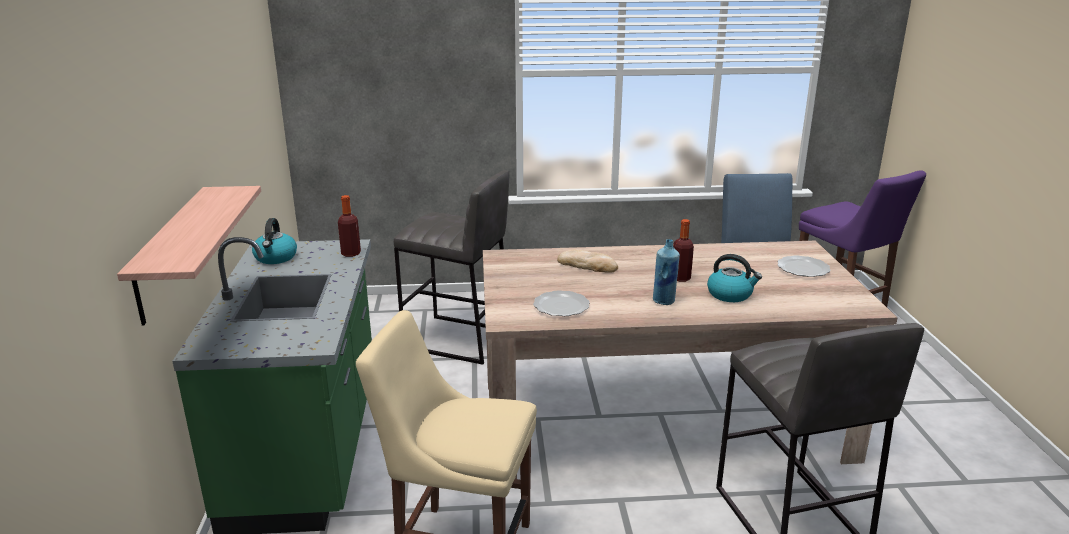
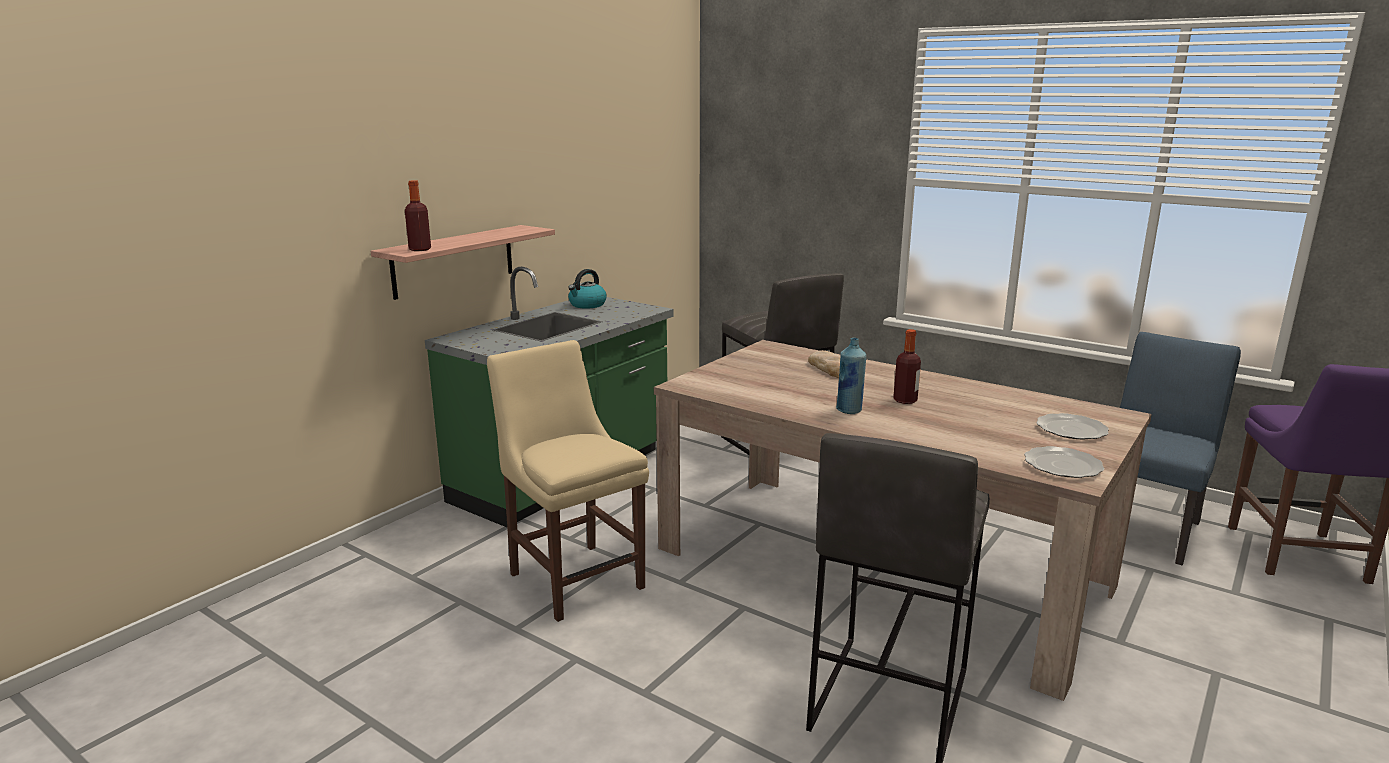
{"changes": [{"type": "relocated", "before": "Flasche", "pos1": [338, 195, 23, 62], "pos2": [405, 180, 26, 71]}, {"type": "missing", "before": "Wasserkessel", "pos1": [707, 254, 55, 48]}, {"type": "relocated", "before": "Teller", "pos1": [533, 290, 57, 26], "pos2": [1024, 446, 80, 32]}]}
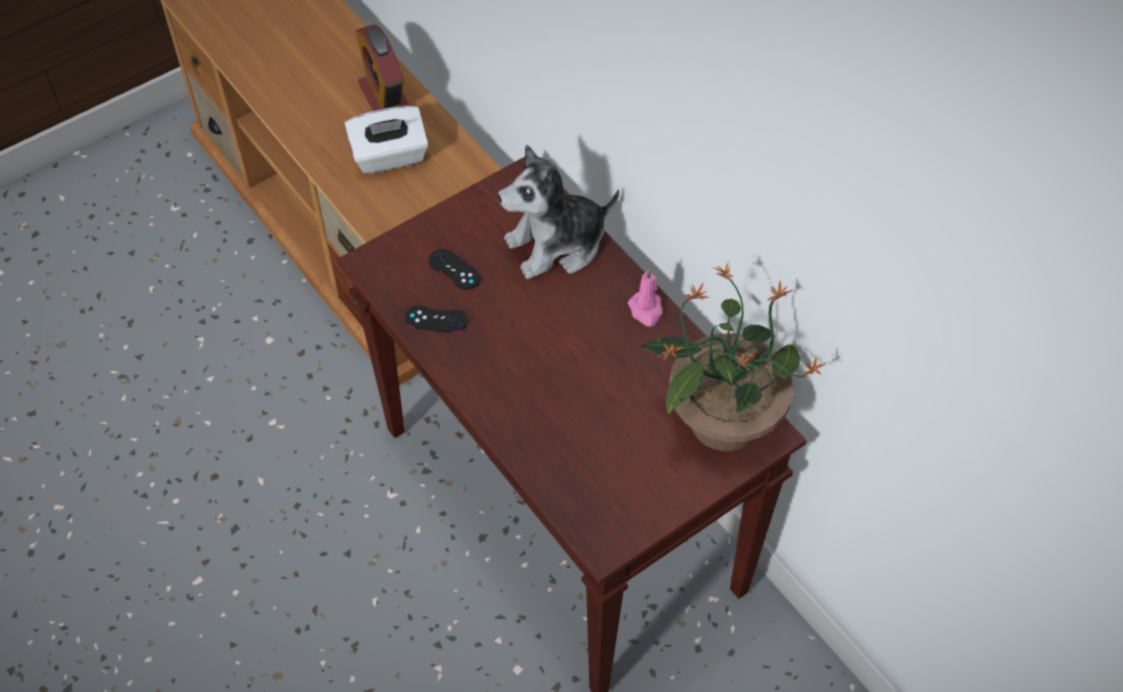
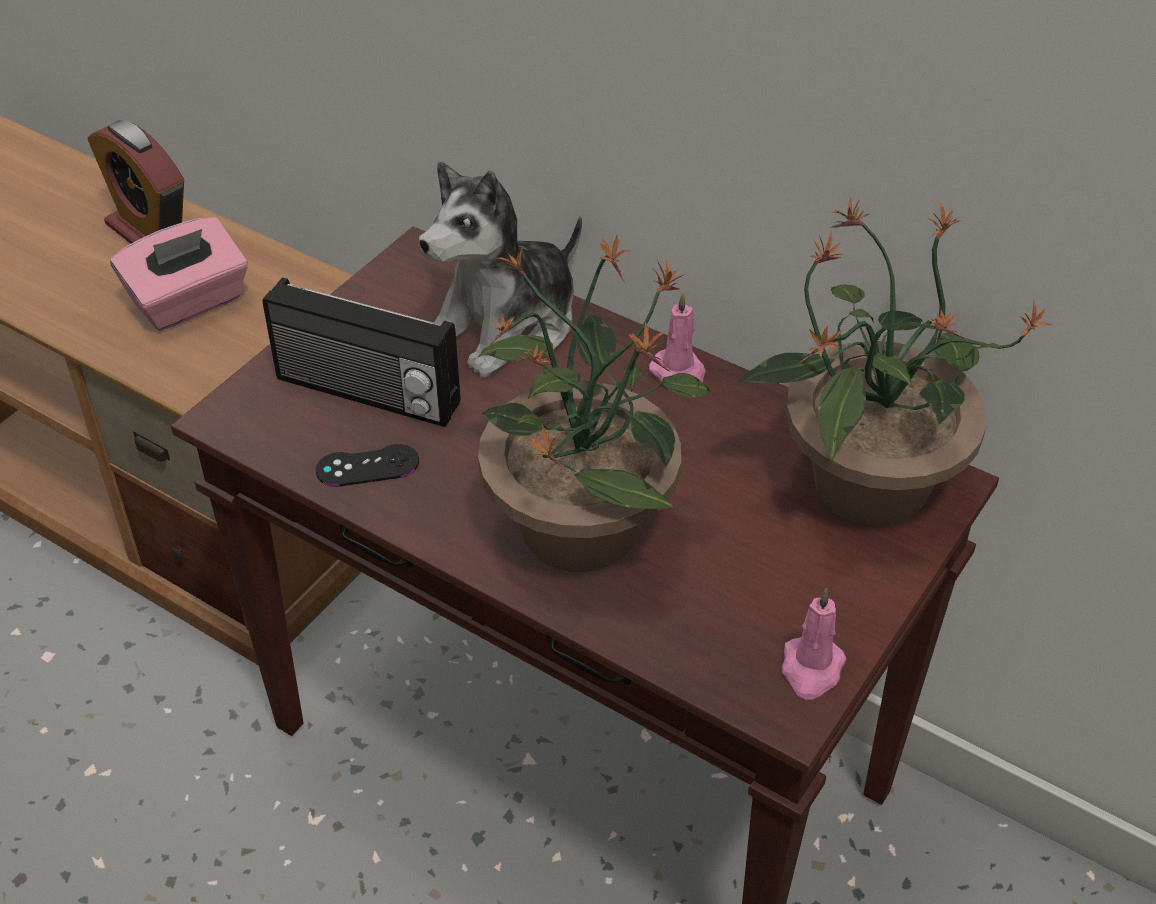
{"changes": [{"type": "colour", "before": "Taschentuchbox (weiß)", "after": "Taschentuchbox (rosa)", "pos1": [345, 106, 83, 68], "pos2": [110, 217, 138, 114]}, {"type": "exchanged", "before": "Gamepad (schwarz)", "after": "Radio", "pos1": [429, 249, 51, 41], "pos2": [263, 277, 198, 150]}, {"type": "appeared", "after": "Topfpflanze", "pos2": [477, 234, 234, 338]}, {"type": "appeared", "after": "Kerze (rosa)", "pos2": [782, 588, 64, 111]}]}
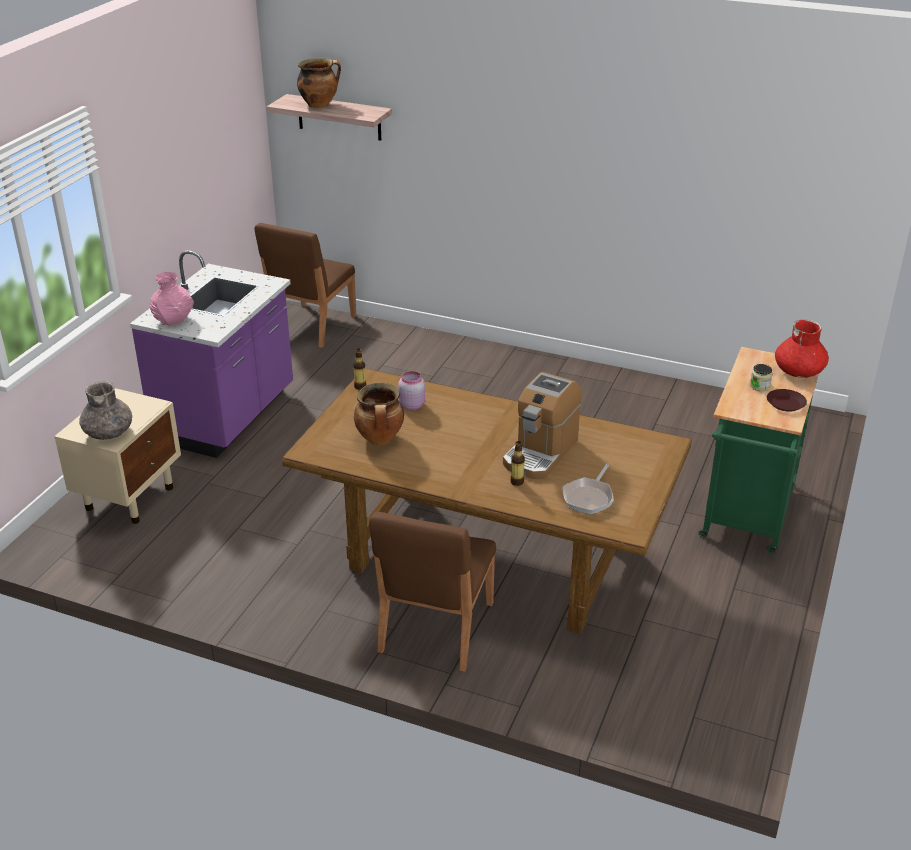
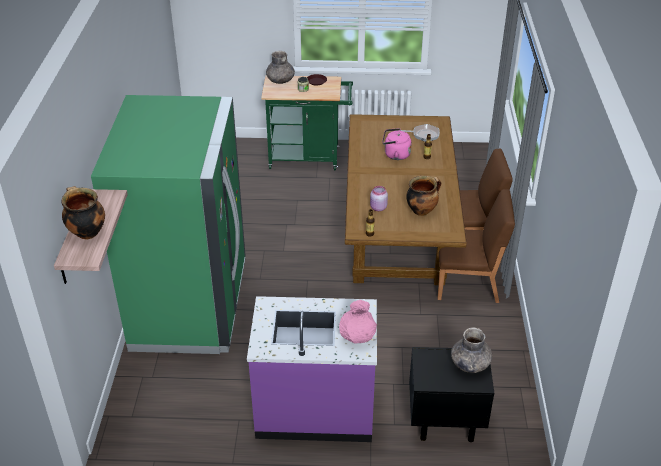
{"changes": [{"type": "relocated", "before": "Stuhl (braun)", "pos1": [255, 223, 101, 125], "pos2": [438, 189, 77, 114]}, {"type": "colour", "before": "Vase (rot)", "after": "Vase (grau)", "pos1": [775, 319, 54, 59], "pos2": [266, 51, 29, 33]}, {"type": "exchanged", "before": "Kaffeemaschine", "after": "Wasserkessel (rosa)", "pos1": [503, 372, 79, 107], "pos2": [382, 128, 30, 32]}, {"type": "colour", "before": "Nachttisch (beige)", "after": "Nachttisch (schwarz)", "pos1": [54, 388, 127, 136], "pos2": [409, 347, 85, 95]}, {"type": "appeared", "after": "Kühlschrank (grün)", "pos2": [91, 95, 155, 259]}]}
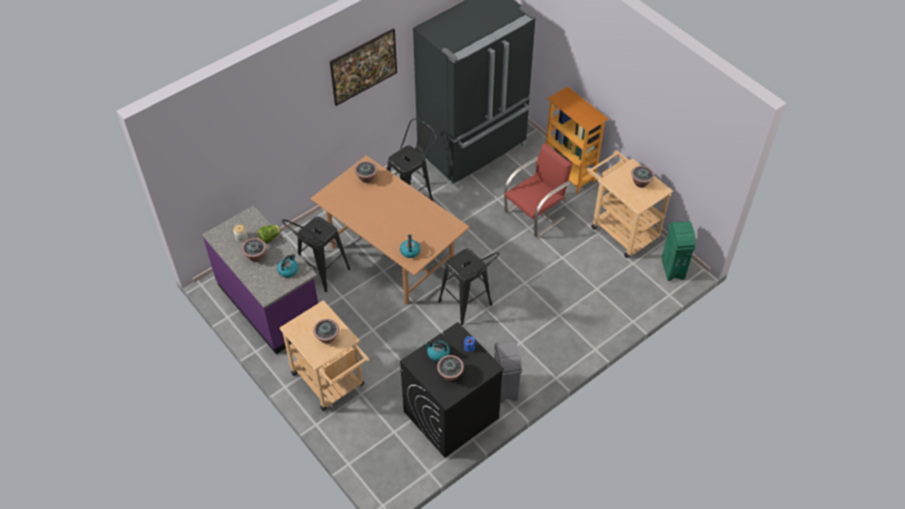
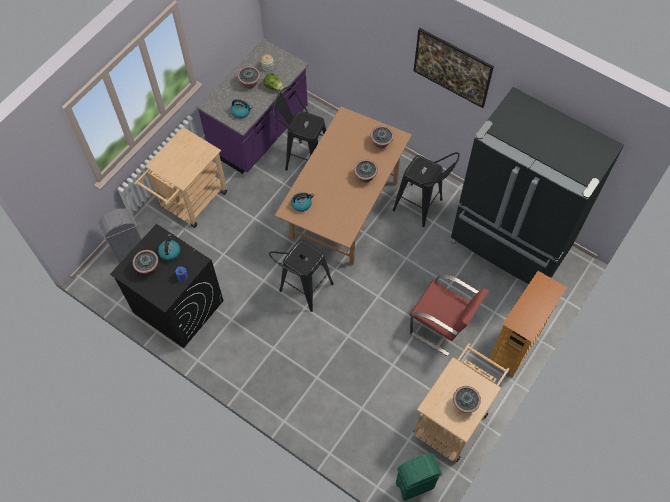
{"changes": [{"type": "relocated", "before": "Topfpflanze", "pos1": [313, 319, 26, 24], "pos2": [354, 160, 24, 22]}, {"type": "relocated", "before": "Mülleimer (grau)", "pos1": [494, 340, 28, 63], "pos2": [98, 208, 44, 55]}]}
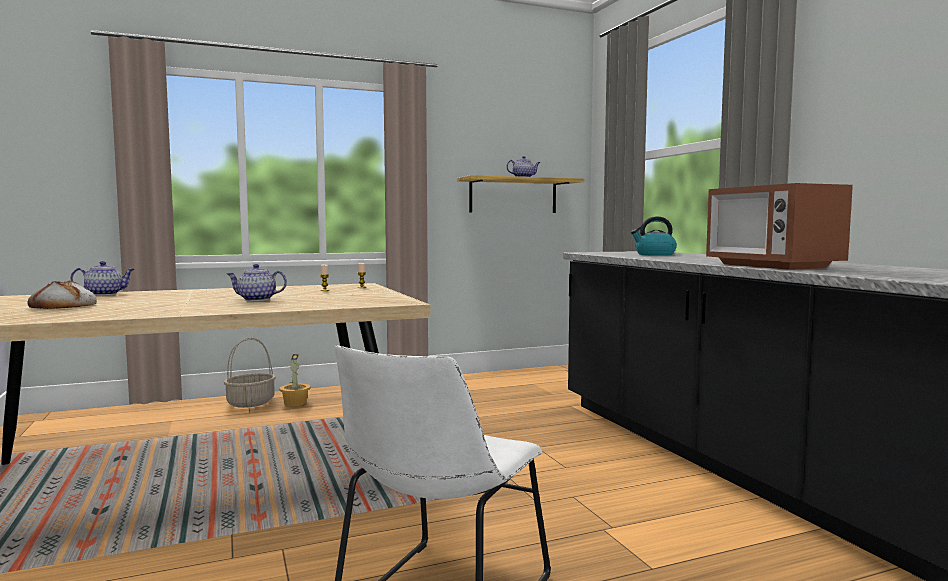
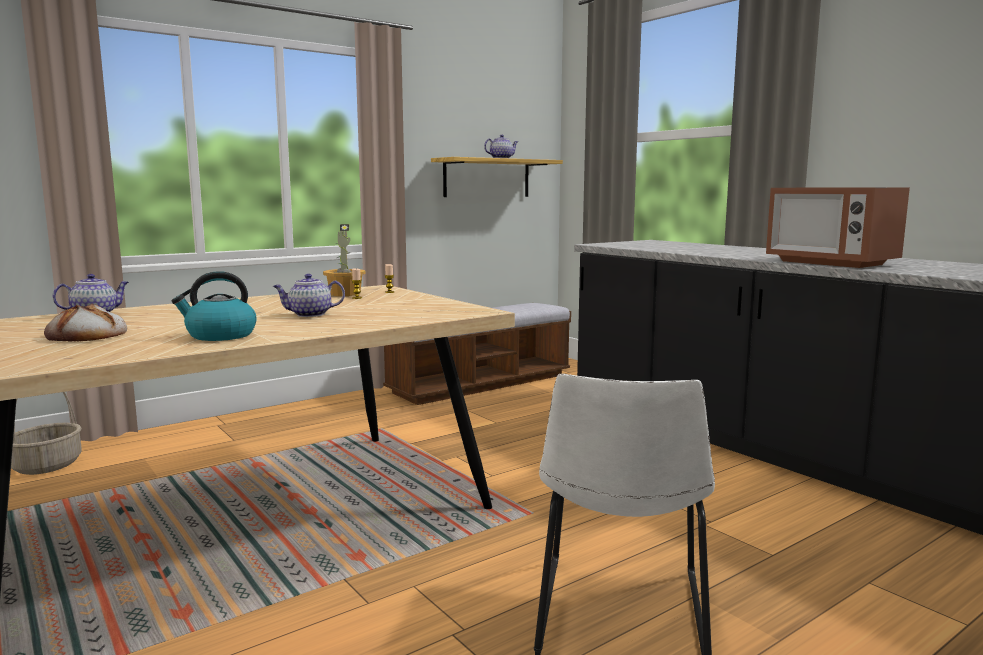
{"changes": [{"type": "relocated", "before": "Wasserkessel", "pos1": [631, 217, 46, 39], "pos2": [171, 271, 86, 70]}, {"type": "relocated", "before": "Korb", "pos1": [224, 338, 52, 70], "pos2": [11, 392, 71, 83]}, {"type": "relocated", "before": "Topfpflanze", "pos1": [279, 354, 31, 52], "pos2": [323, 224, 43, 72]}, {"type": "appeared", "after": "Bank", "pos2": [383, 303, 188, 102]}]}
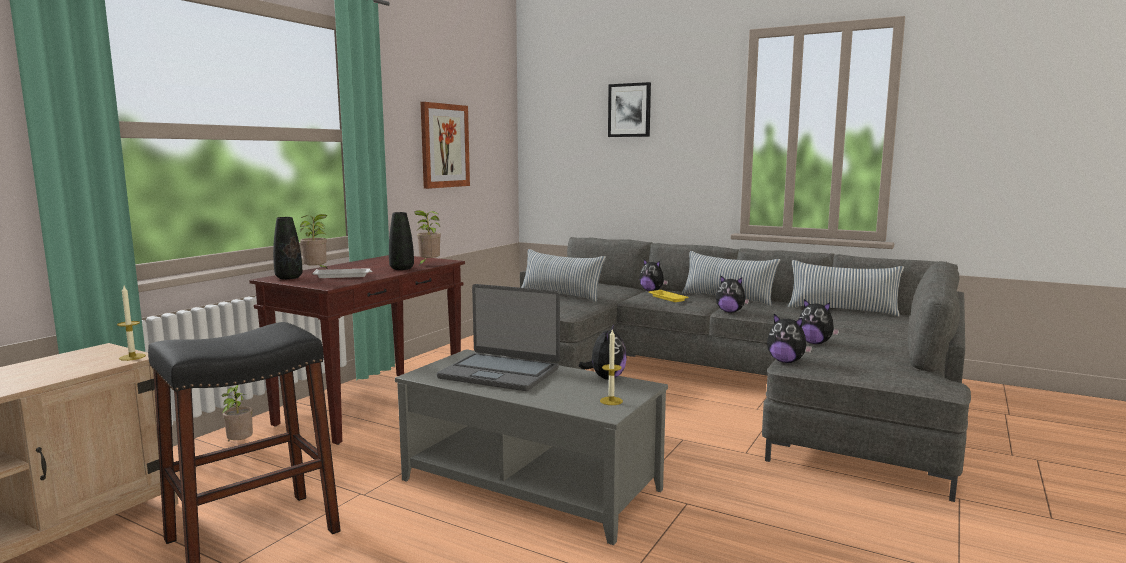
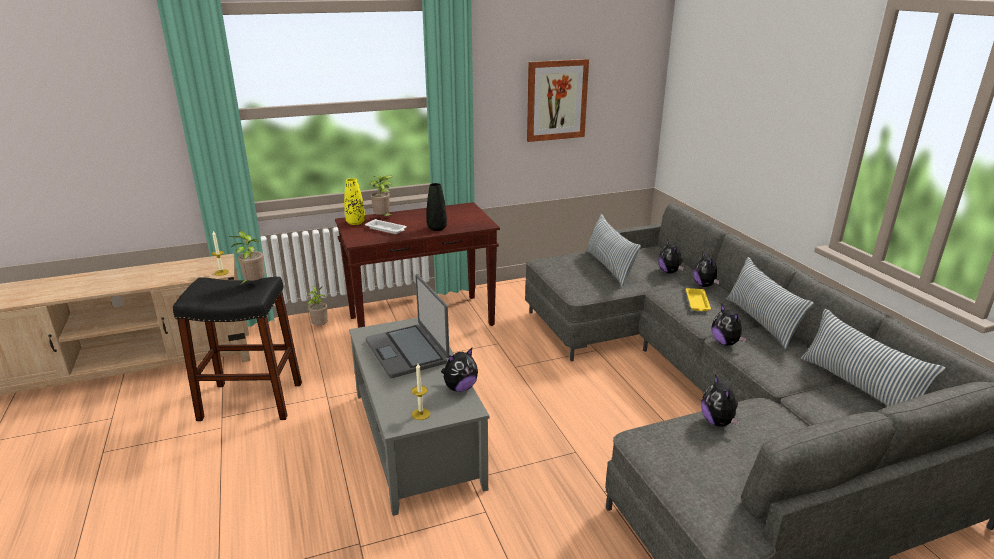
{"changes": [{"type": "missing", "before": "Bild", "pos1": [608, 82, 43, 55]}, {"type": "relocated", "before": "Topfpflanze", "pos1": [415, 210, 26, 55], "pos2": [229, 231, 36, 54]}, {"type": "colour", "before": "Vase (schwarz)", "after": "Vase (gelb)", "pos1": [273, 217, 29, 63], "pos2": [344, 178, 21, 47]}, {"type": "relocated", "before": "Plüschtier", "pos1": [767, 314, 46, 49], "pos2": [658, 240, 26, 34]}]}
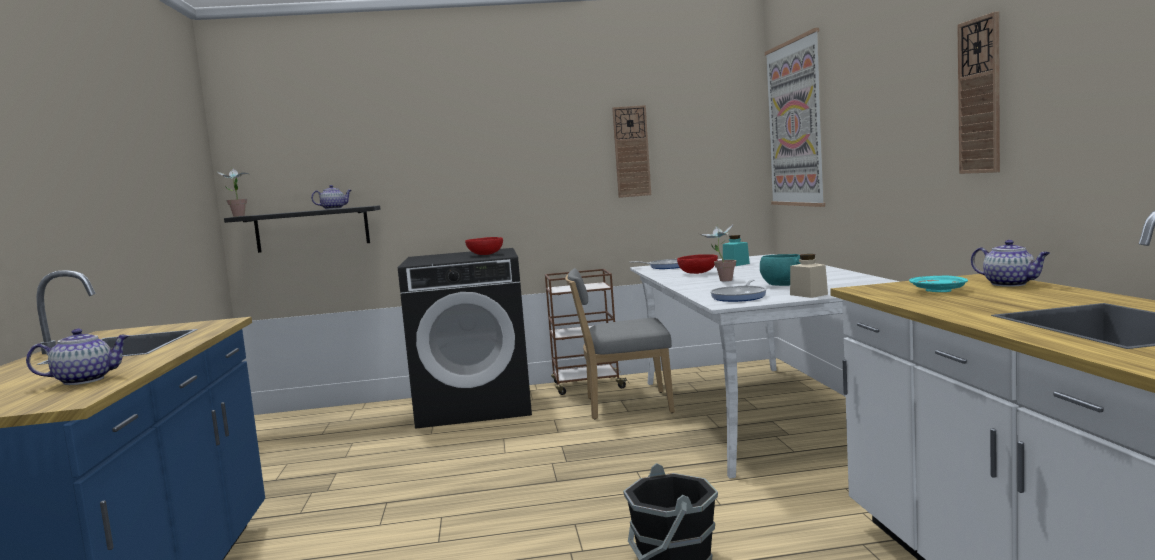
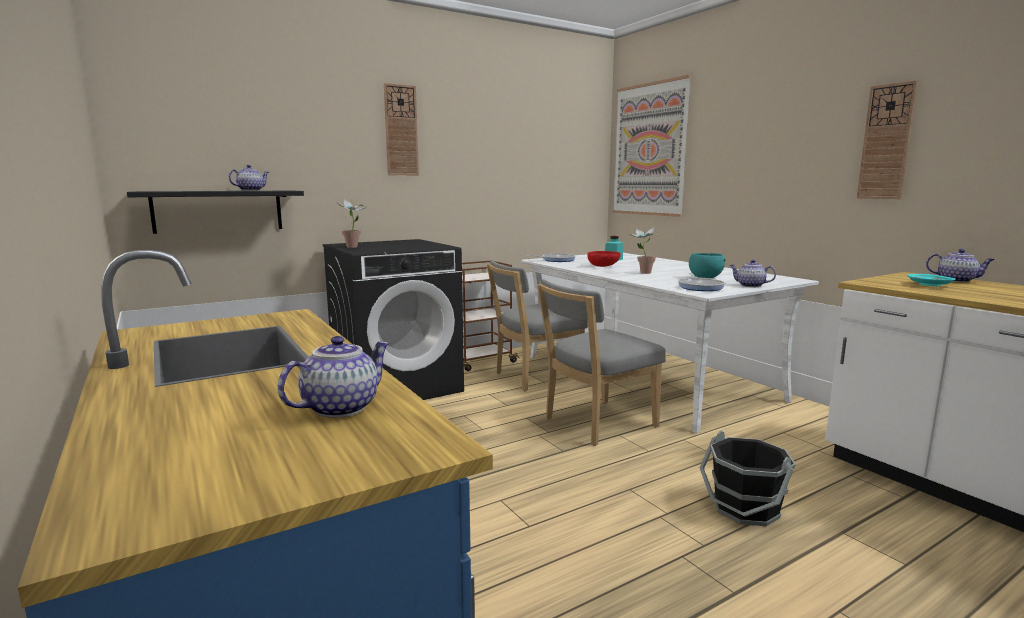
{"changes": [{"type": "relocated", "before": "Wanduhr", "pos1": [612, 105, 39, 93], "pos2": [384, 83, 35, 92]}, {"type": "relocated", "before": "Topfpflanze", "pos1": [216, 167, 32, 50], "pos2": [338, 199, 28, 49]}, {"type": "missing", "before": "Schüssel (rot)", "pos1": [465, 237, 38, 18]}, {"type": "exchanged", "before": "Vorratsglas (beige)", "after": "Teekanne", "pos1": [790, 254, 38, 44], "pos2": [730, 260, 46, 27]}, {"type": "appeared", "after": "Stuhl (grau)", "pos2": [537, 279, 129, 167]}]}
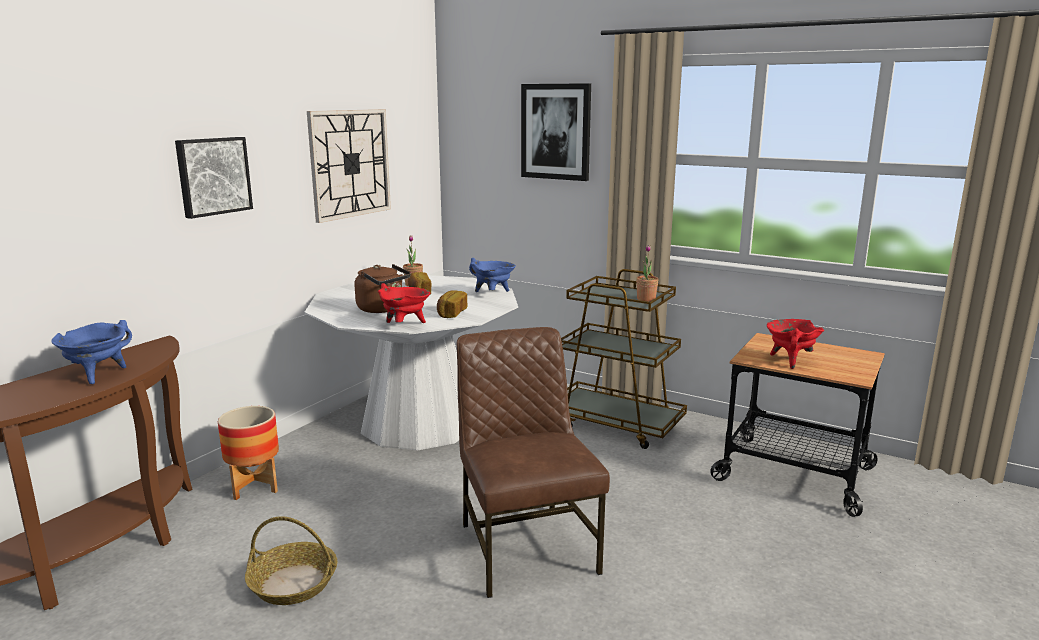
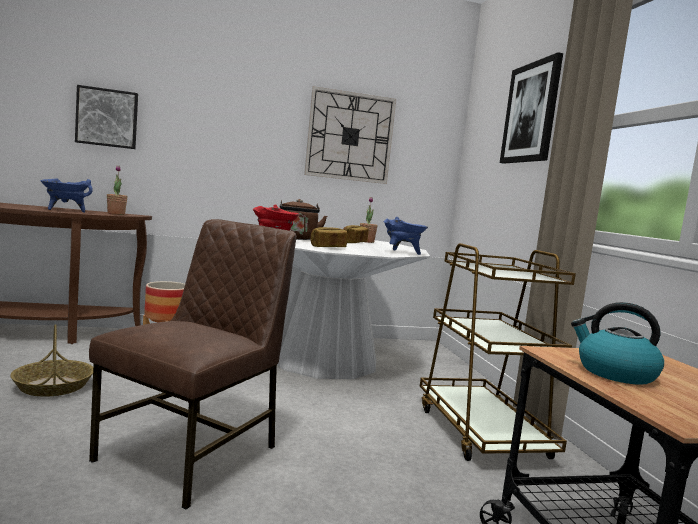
{"changes": [{"type": "relocated", "before": "Bild", "pos1": [175, 137, 78, 82], "pos2": [75, 85, 63, 64]}, {"type": "relocated", "before": "Topfpflanze", "pos1": [636, 245, 22, 57], "pos2": [107, 166, 21, 49]}, {"type": "exchanged", "before": "Kochtopf (rot)", "after": "Wasserkessel", "pos1": [767, 319, 57, 50], "pos2": [571, 302, 93, 83]}]}
